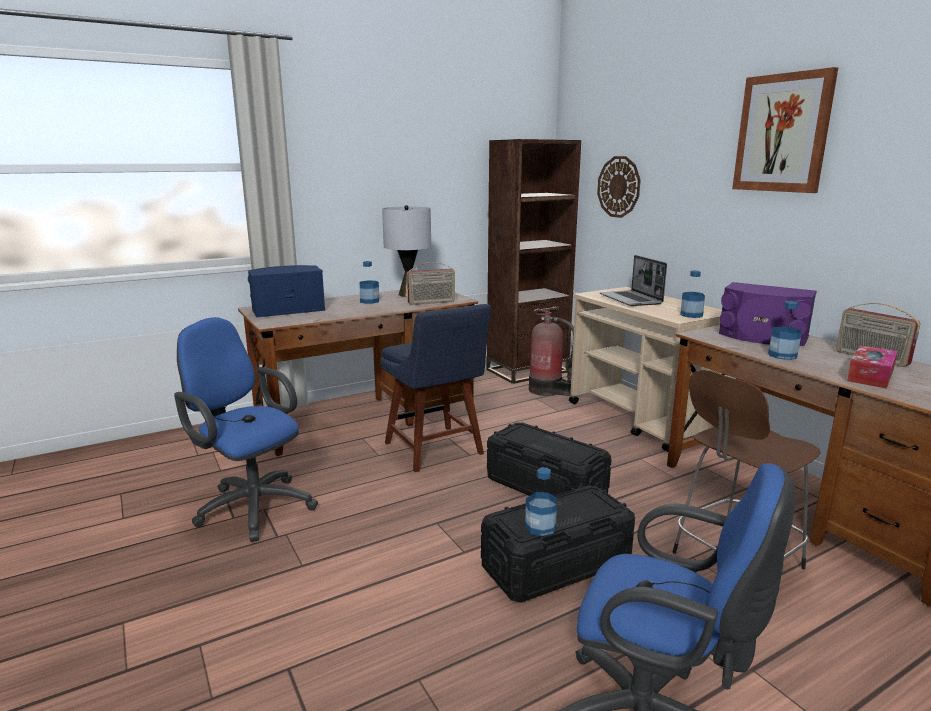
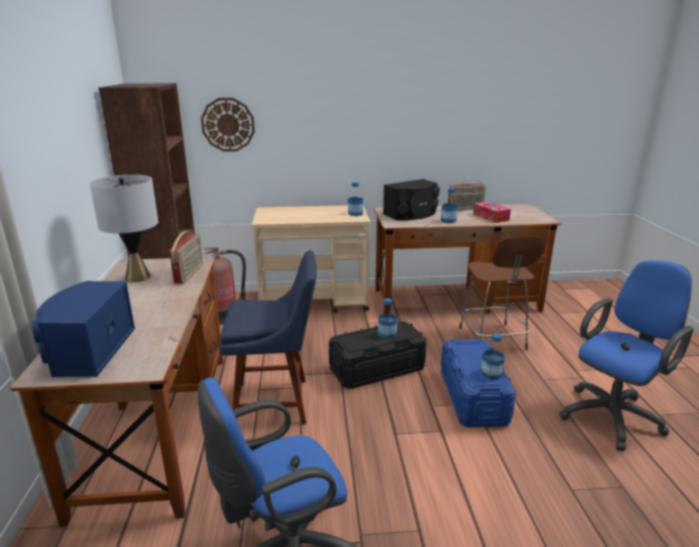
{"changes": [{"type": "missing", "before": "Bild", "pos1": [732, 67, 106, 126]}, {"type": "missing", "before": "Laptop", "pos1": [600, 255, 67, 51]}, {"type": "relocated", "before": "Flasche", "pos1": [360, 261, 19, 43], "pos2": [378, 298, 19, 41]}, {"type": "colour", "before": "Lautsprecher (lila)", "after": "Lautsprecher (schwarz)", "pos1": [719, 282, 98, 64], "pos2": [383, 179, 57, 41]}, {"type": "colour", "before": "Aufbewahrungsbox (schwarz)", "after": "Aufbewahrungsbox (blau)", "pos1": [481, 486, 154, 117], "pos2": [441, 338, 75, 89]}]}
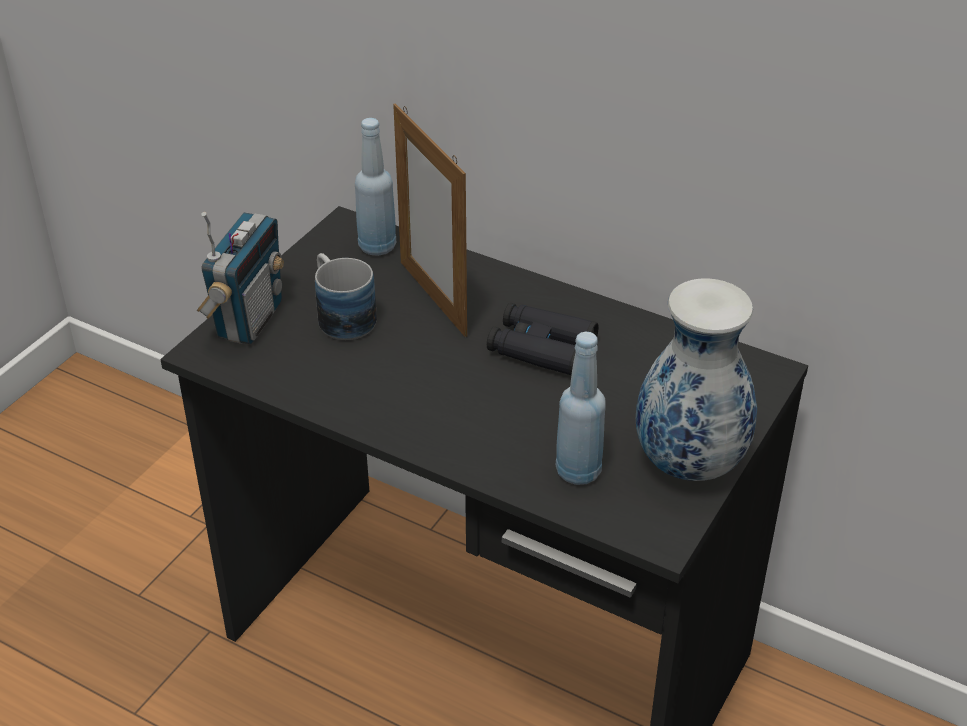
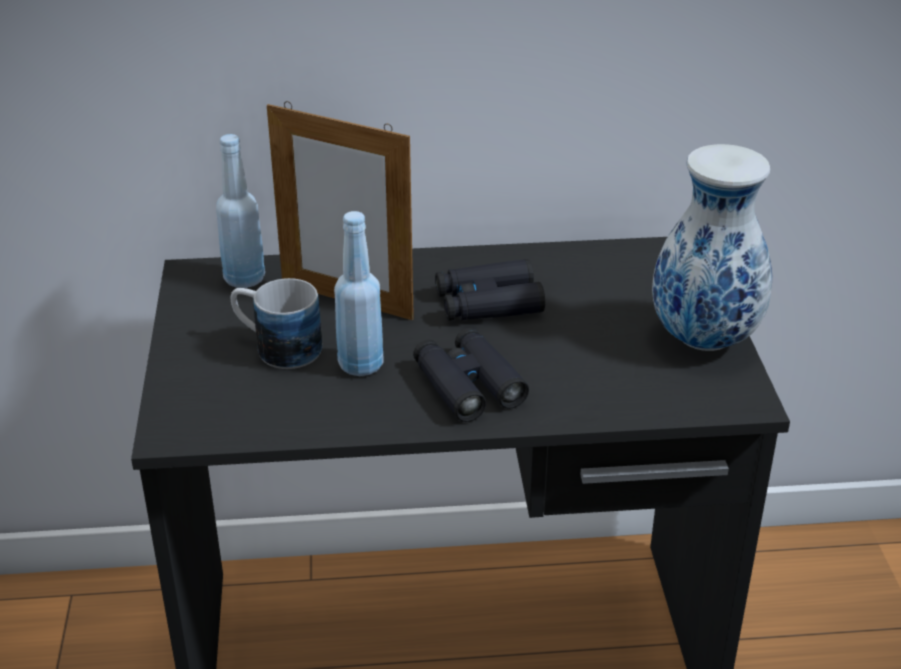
{"changes": [{"type": "missing", "before": "Radio", "pos1": [197, 212, 87, 132]}, {"type": "relocated", "before": "Flasche (blau)", "pos1": [556, 332, 50, 153], "pos2": [334, 211, 50, 165]}, {"type": "appeared", "after": "Fernglas (schwarz)", "pos2": [413, 328, 116, 94]}]}
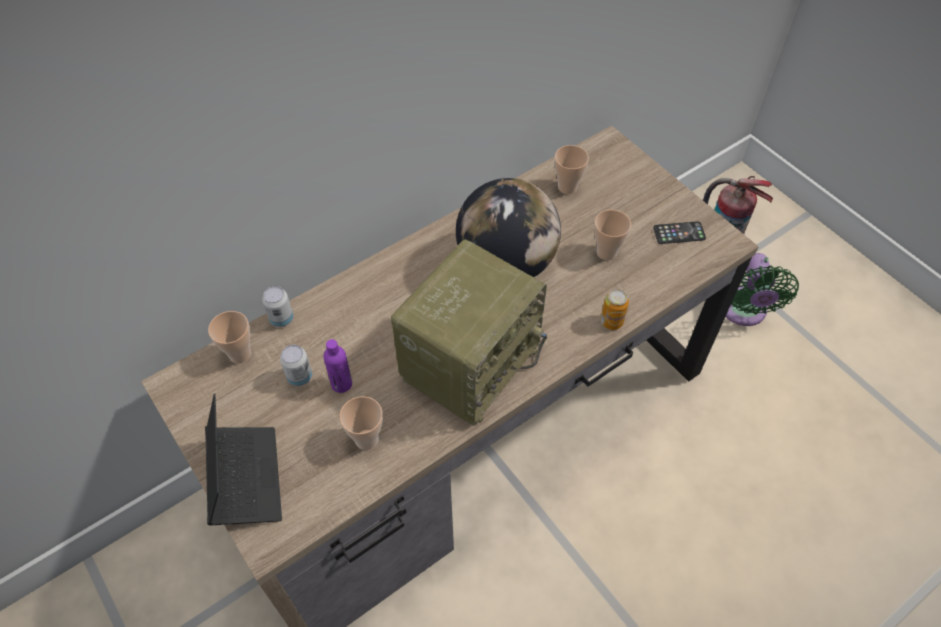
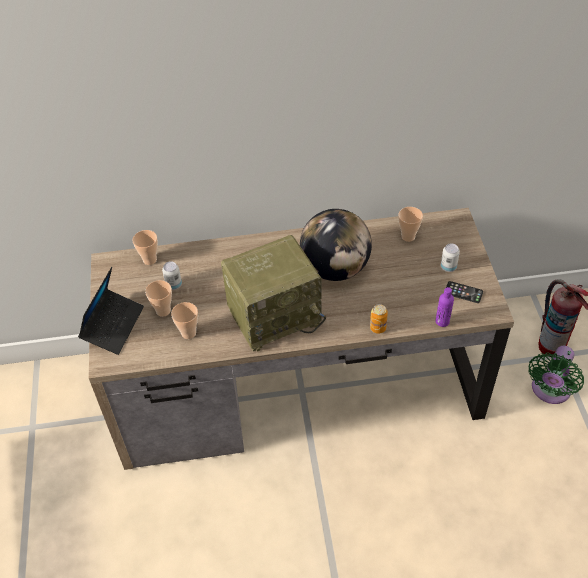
{"changes": [{"type": "relocated", "before": "Tasse", "pos1": [594, 210, 37, 50], "pos2": [145, 280, 27, 37]}, {"type": "relocated", "before": "Dose", "pos1": [262, 286, 32, 41], "pos2": [441, 243, 19, 29]}, {"type": "relocated", "before": "Flasche (lila)", "pos1": [323, 339, 29, 54], "pos2": [435, 287, 19, 40]}]}
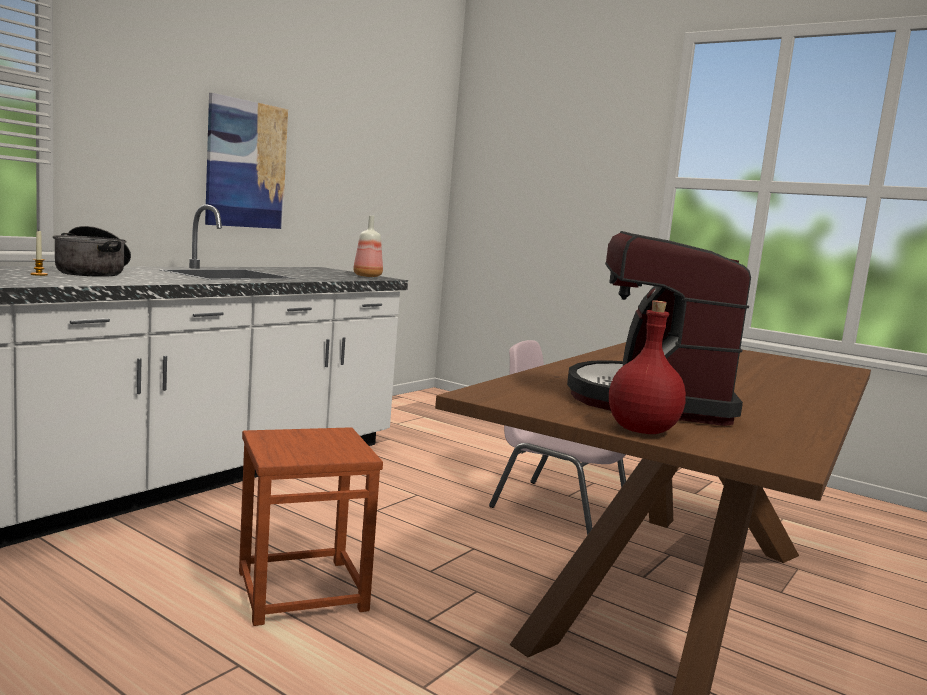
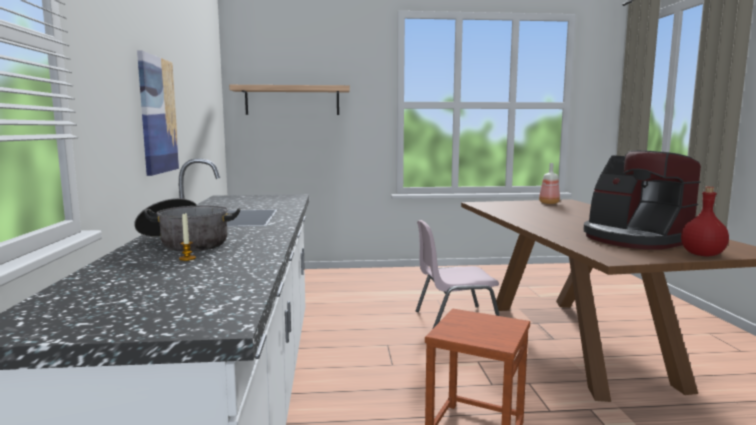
{"changes": [{"type": "relocated", "before": "Flasche", "pos1": [353, 216, 30, 61], "pos2": [539, 163, 21, 41]}, {"type": "appeared", "after": "Wandregal", "pos2": [229, 85, 121, 30]}]}
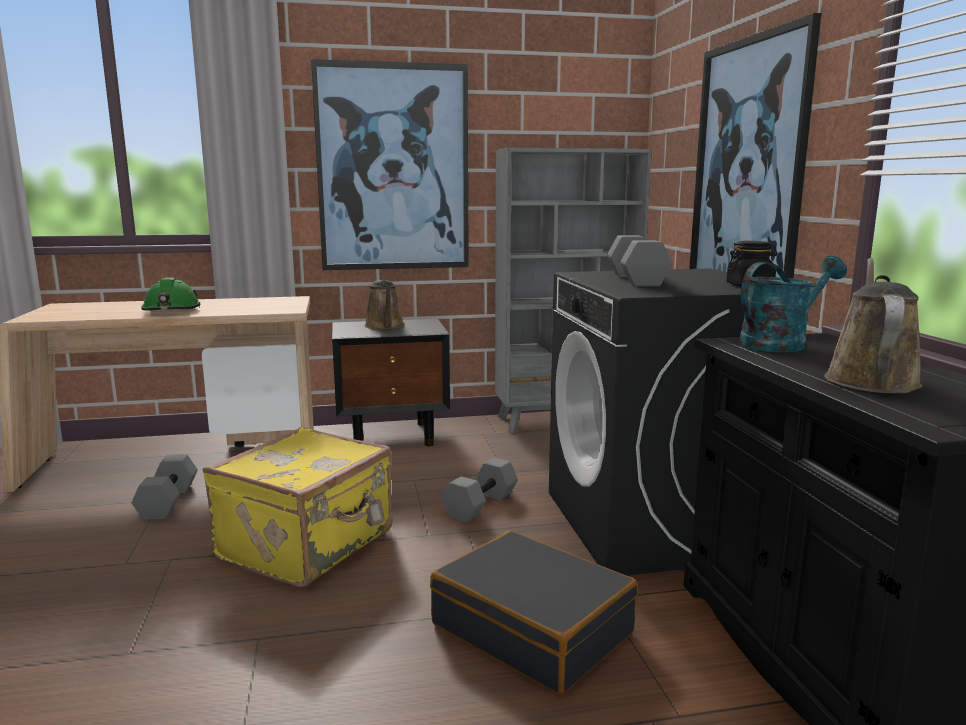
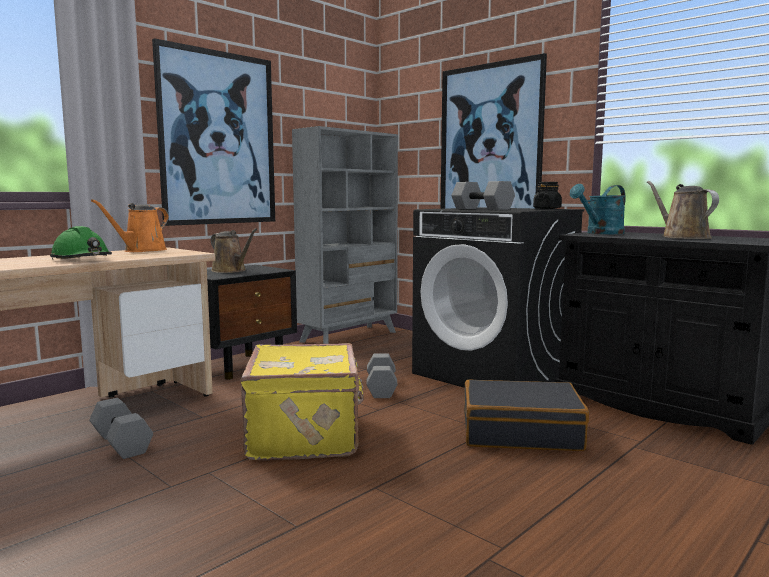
{"changes": [{"type": "spun", "before": "Gießkanne (türkis)", "pos1": [739, 256, 108, 96], "pos2": [570, 184, 56, 50], "turn": -150}, {"type": "appeared", "after": "Gießkanne (orange)", "pos2": [91, 199, 78, 53]}]}
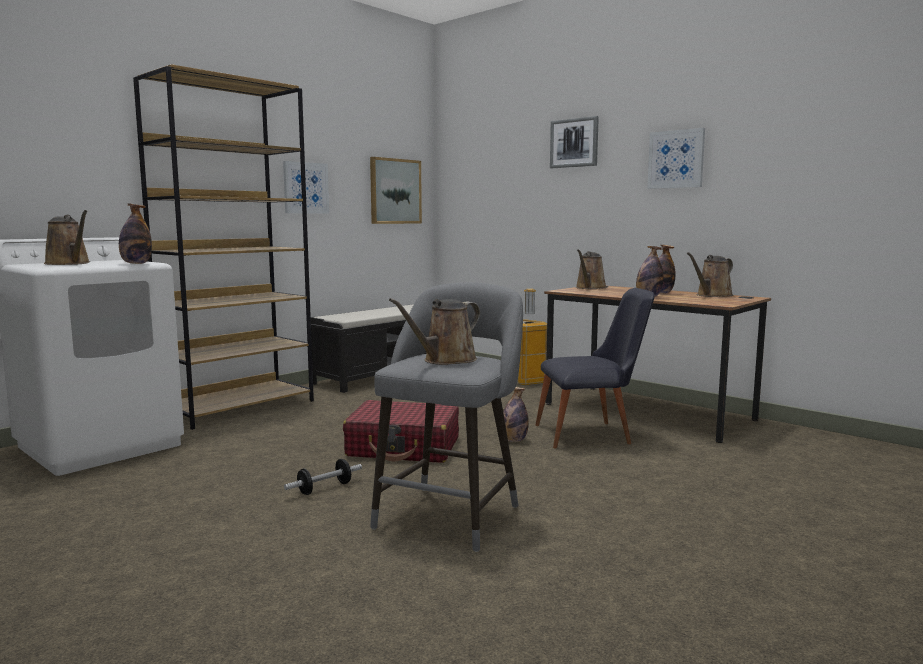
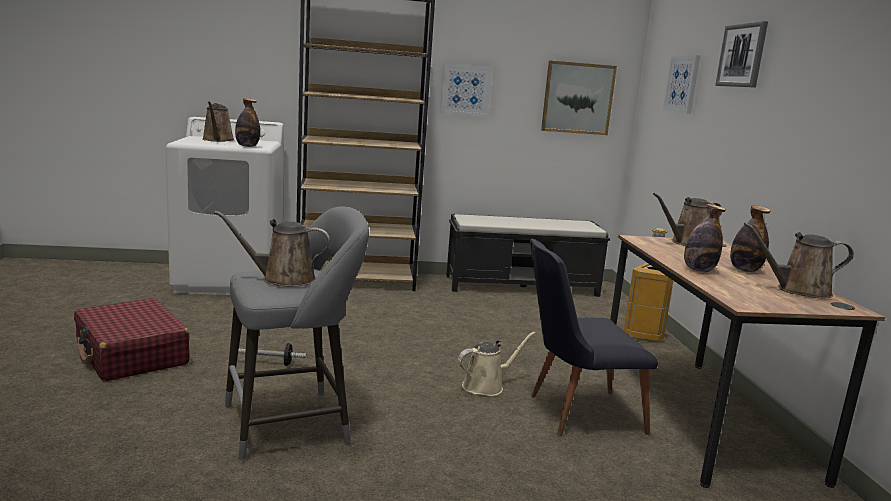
{"changes": [{"type": "relocated", "before": "Bild", "pos1": [647, 128, 58, 61], "pos2": [663, 55, 37, 59]}, {"type": "spun", "before": "Stuhl (schwarz)", "pos1": [535, 288, 120, 161], "pos2": [530, 239, 128, 197], "turn": 135}, {"type": "exchanged", "before": "Flasche", "after": "Gießkanne (beige)", "pos1": [503, 387, 26, 55], "pos2": [458, 331, 78, 65]}, {"type": "relocated", "before": "Koffer (rot)", "pos1": [343, 400, 116, 63], "pos2": [74, 298, 116, 84]}]}
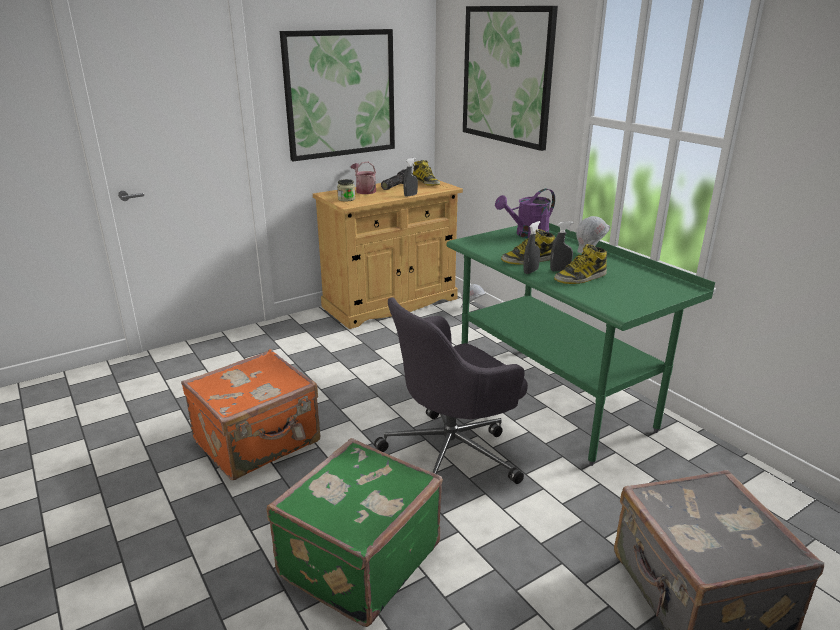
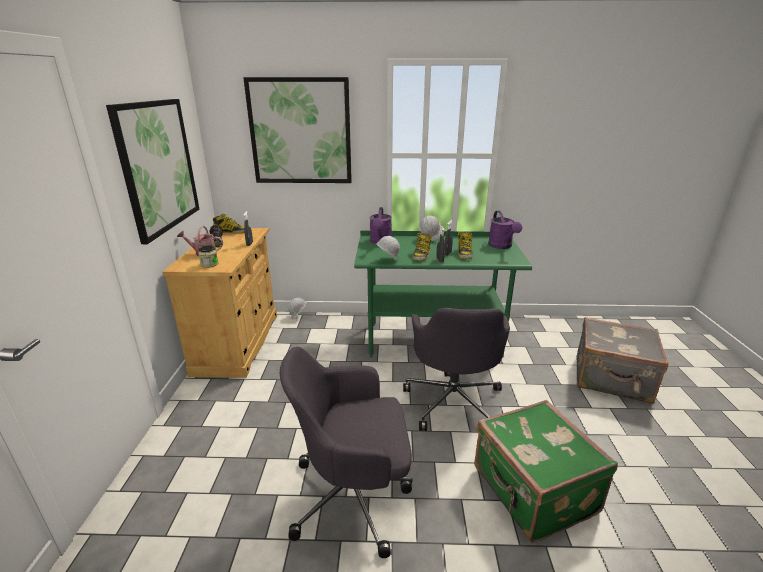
{"changes": [{"type": "exchanged", "before": "Koffer (orange)", "after": "Bürostuhl (grau)", "pos1": [181, 349, 140, 131], "pos2": [280, 347, 133, 211]}, {"type": "appeared", "after": "Gießkanne (lila)", "pos2": [488, 211, 34, 38]}, {"type": "appeared", "after": "Schutzhelm (weiß)", "pos2": [376, 236, 24, 24]}]}
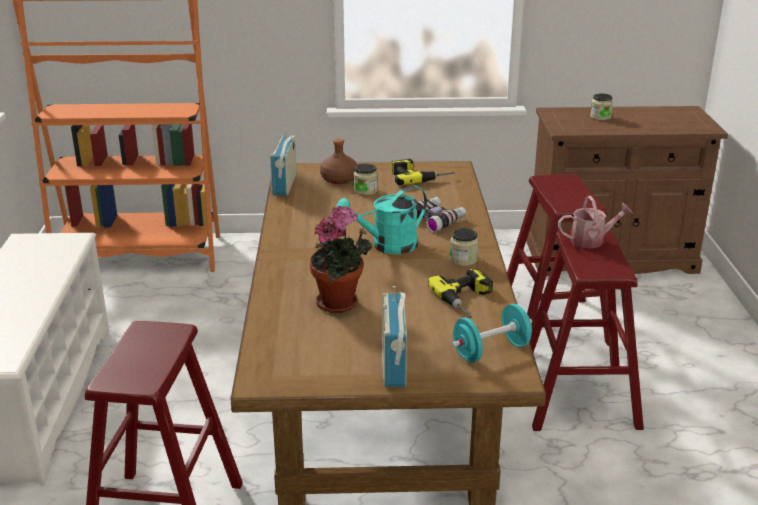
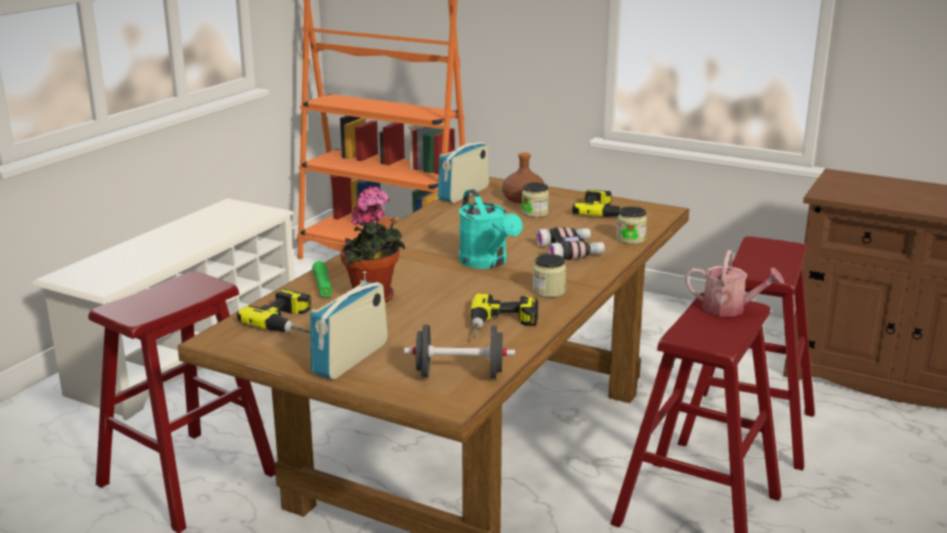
{"changes": [{"type": "relocated", "before": "Vorratsglas", "pos1": [590, 93, 23, 28], "pos2": [616, 206, 31, 38]}, {"type": "spun", "before": "Gießkanne (türkis)", "pos1": [336, 186, 91, 68], "pos2": [459, 189, 63, 80], "turn": -120}, {"type": "colour", "before": "Hantel (türkis)", "after": "Hantel (schwarz)", "pos1": [451, 304, 81, 59], "pos2": [404, 325, 111, 53]}, {"type": "appeared", "after": "Taschenlampe (grün)", "pos2": [312, 261, 20, 36]}, {"type": "appeared", "after": "Bohrmaschine", "pos2": [237, 289, 74, 45]}]}
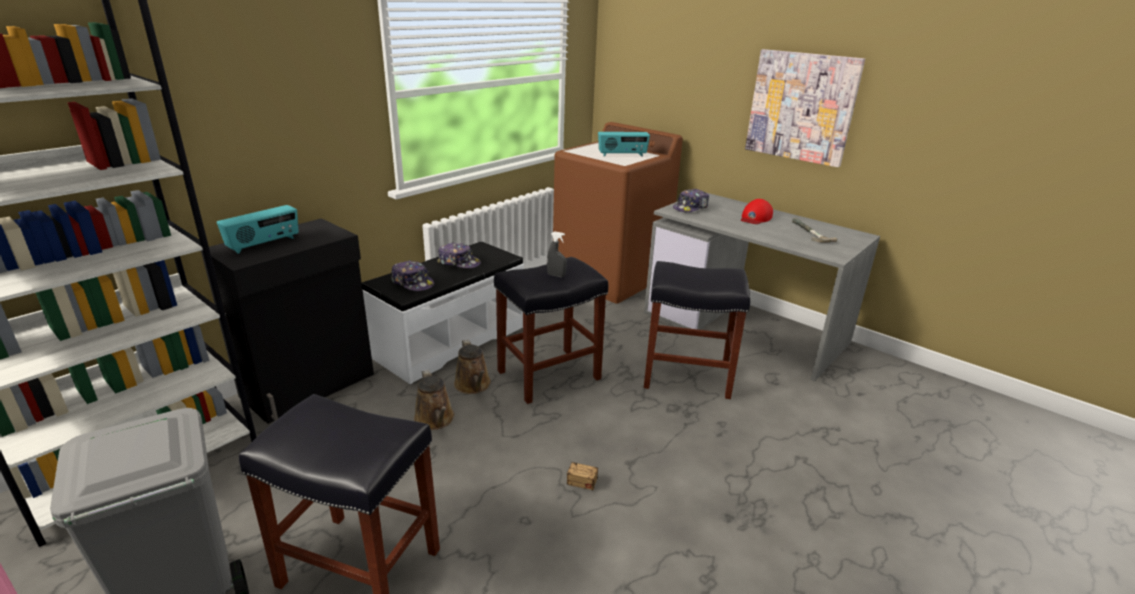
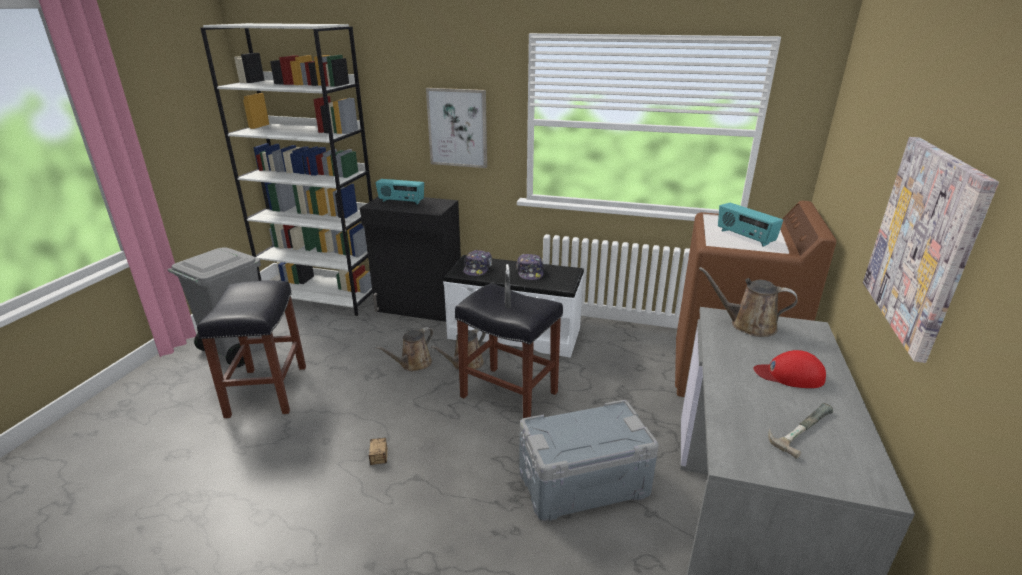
{"changes": [{"type": "exchanged", "before": "Kappe", "after": "Gießkanne (braun)", "pos1": [673, 189, 36, 23], "pos2": [699, 267, 98, 70]}, {"type": "exchanged", "before": "Hocker (schwarz)", "after": "Aufbewahrungsbox (grau)", "pos1": [644, 261, 106, 138], "pos2": [519, 400, 140, 121]}, {"type": "appeared", "after": "Bild", "pos2": [426, 88, 61, 80]}]}
